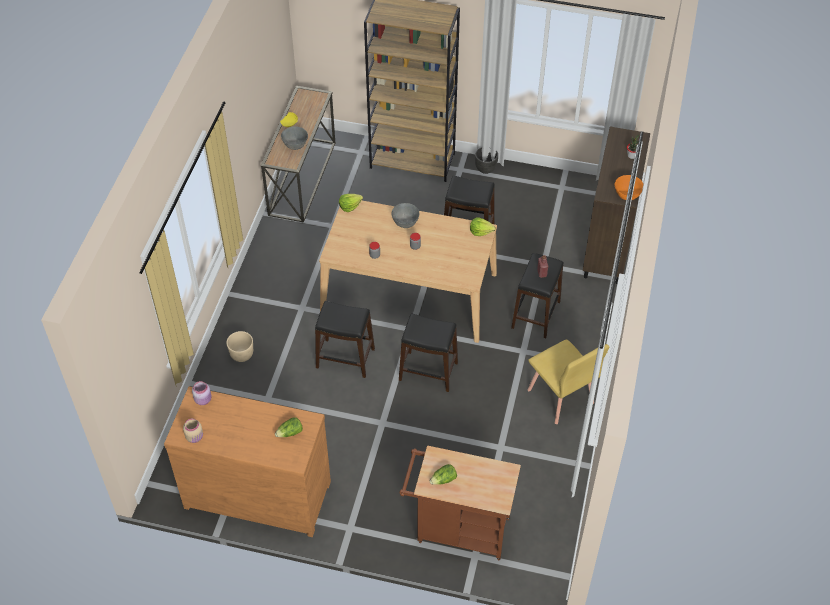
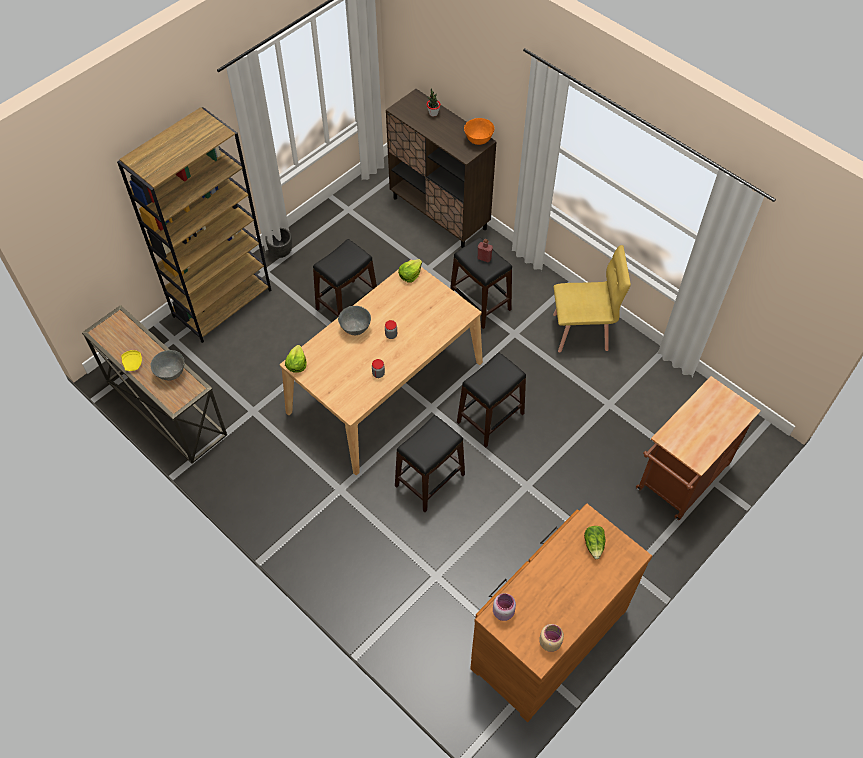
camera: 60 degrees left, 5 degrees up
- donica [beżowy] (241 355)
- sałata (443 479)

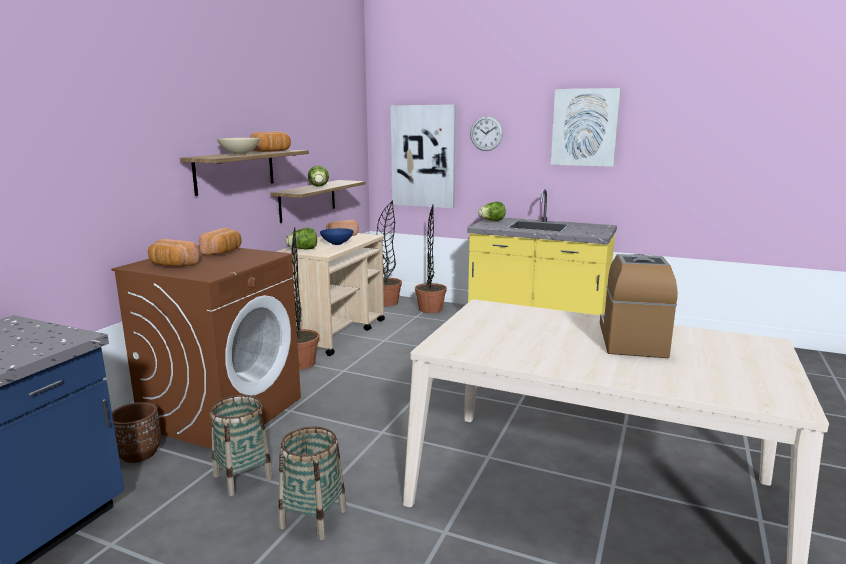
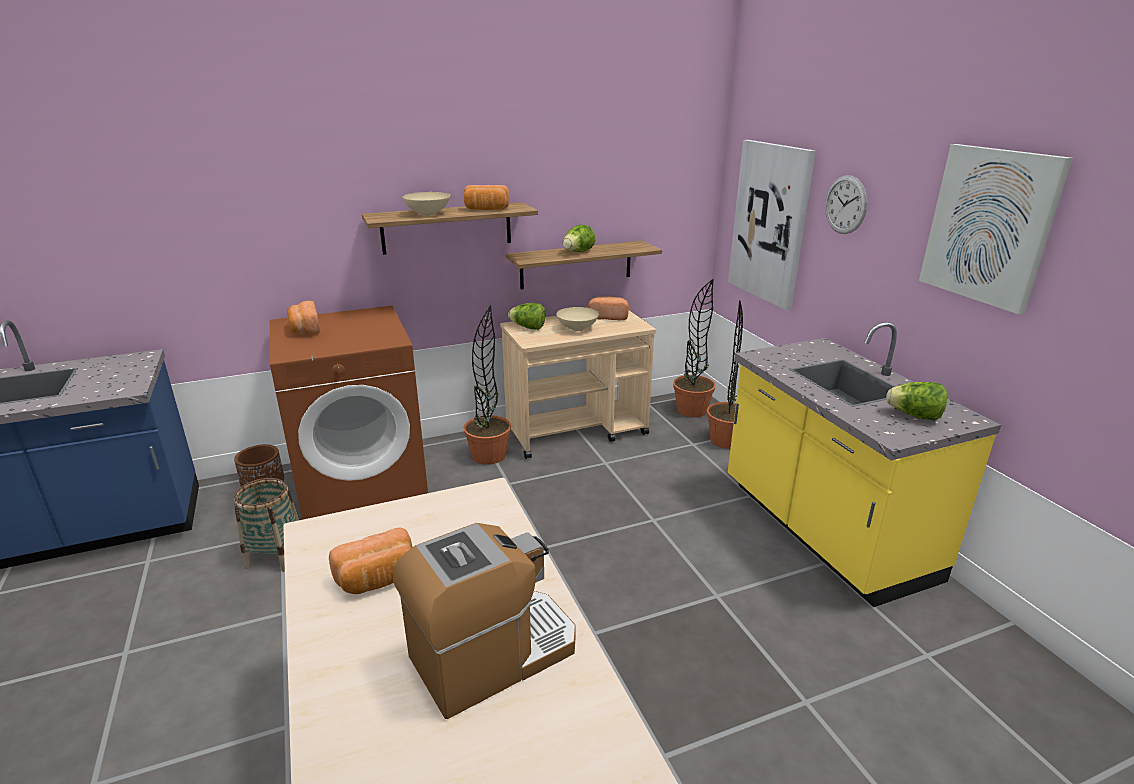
camera: 45 degrees right, 10 degrees up
~ chleb (223 252) to (378 579)
~ miska [niebieski] (337 243) to miska [beżowy] (576 328)
~ sałata (491 220) to (914 416)
- koszyk (313 518)

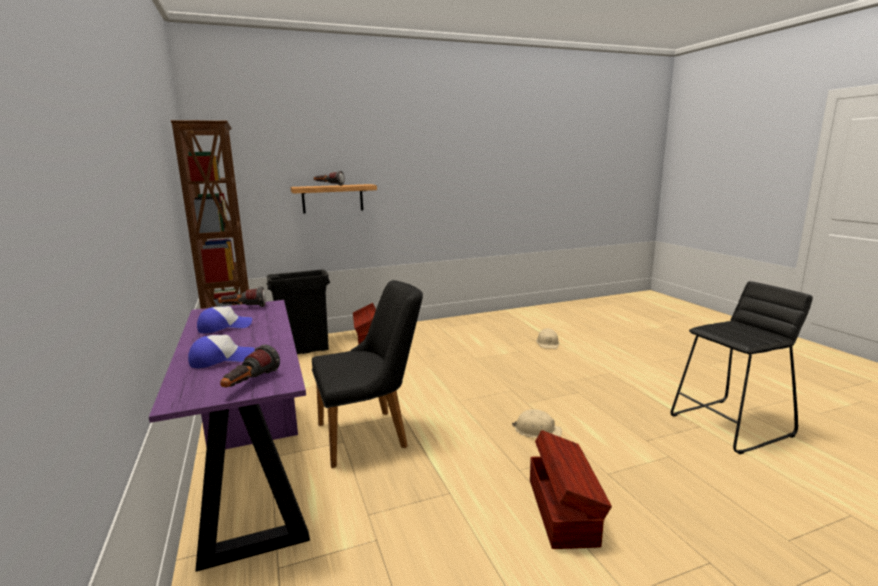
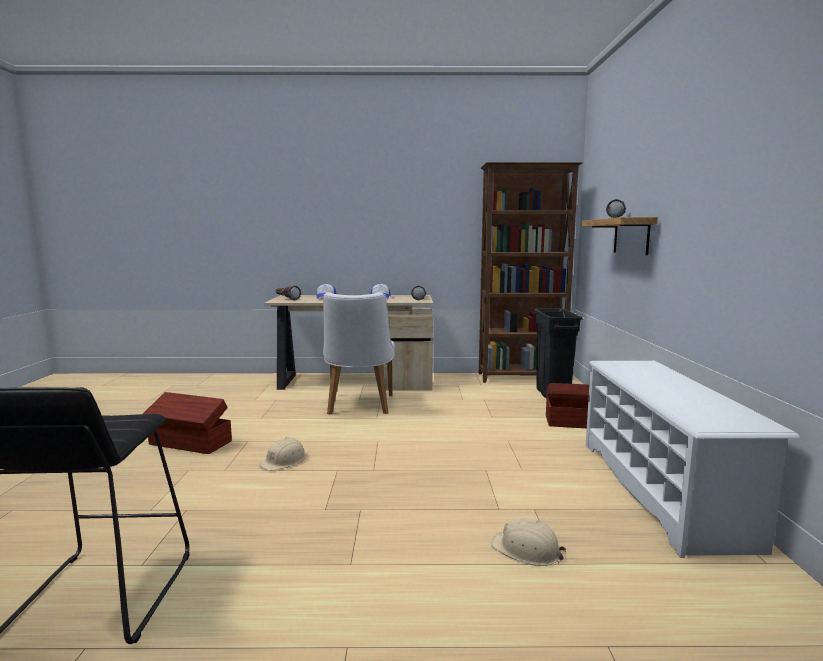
camera: 110 degrees right, 5 degrees down
~ biurko [fioletowy] (252 470) to biurko [beżowy] (354 381)
~ krzesło [czarny] (371 434) to krzesło [biały] (359 406)
+ regał na buty [biały] (660 490)

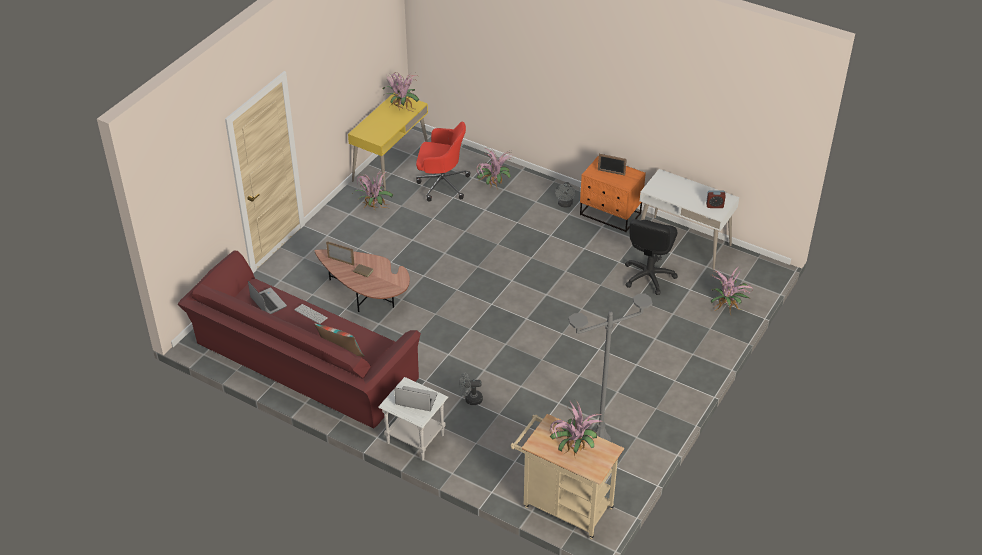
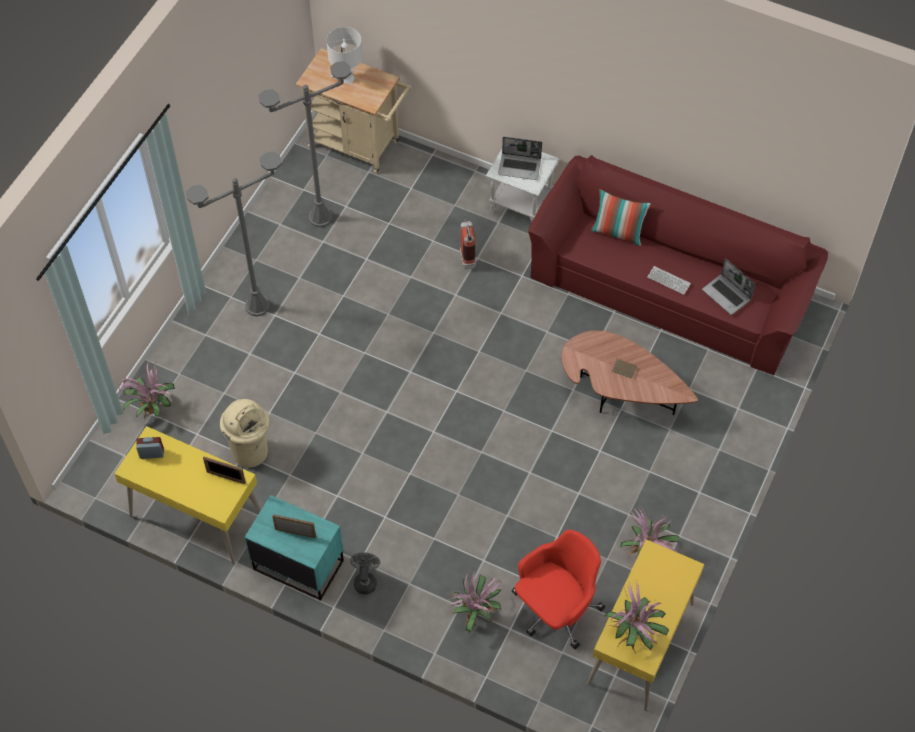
camera: 175 degrees right, 15 degrees up
~ biurko [biały] (683 243) to biurko [żółty] (196 516)
+ lampa stojąca [szary] (257 306)
~ ramka na zdjęcie (341 261) to (226 477)
~ krzesło biurowe [czarny] (648 276) to kosz na śmieci [beżowy] (250 451)
~ szafka nocna [pomarańczowy] (610 215) to szafka nocna [turkusowy] (298 564)
~ roślina doniczkowa (573 449) to lampa stołowa [biały] (347 78)
~ wentylator [szary] (470 399) to gaśnica (467 256)
~ krzesło biurowe [czerwony] (441 184) = (555 610) 135 degrees clockwise

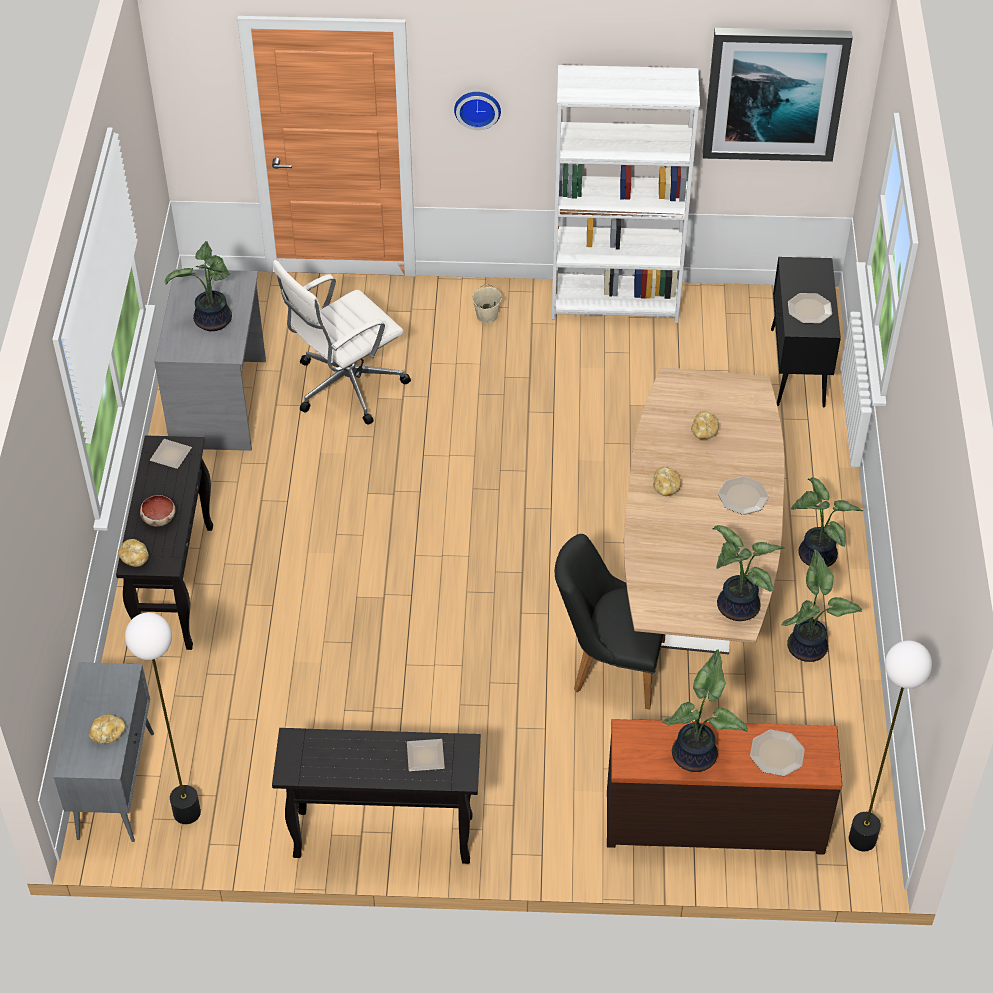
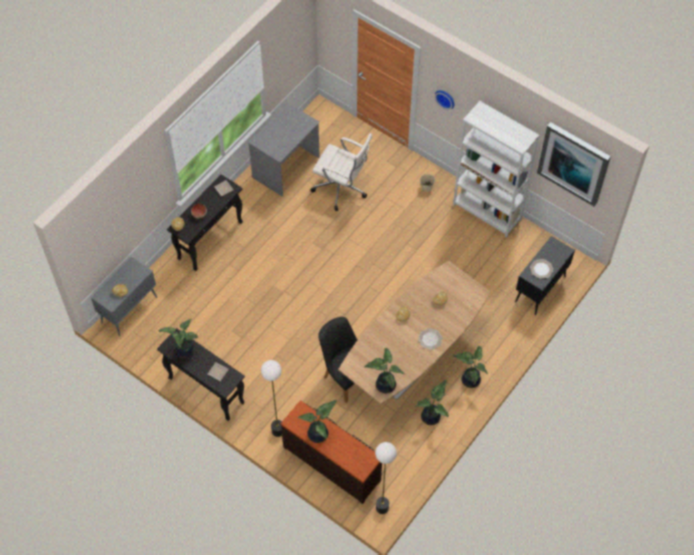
camera: 35 degrees right, 10 degrees up
~ roślina doniczkowa (212 322) to (184 352)
~ lampa stojąca (186 812) to (277 430)
~ krzesło biurowe [biały] (345 386) = (342 188) 150 degrees counterclockwise
- talerz (777 754)

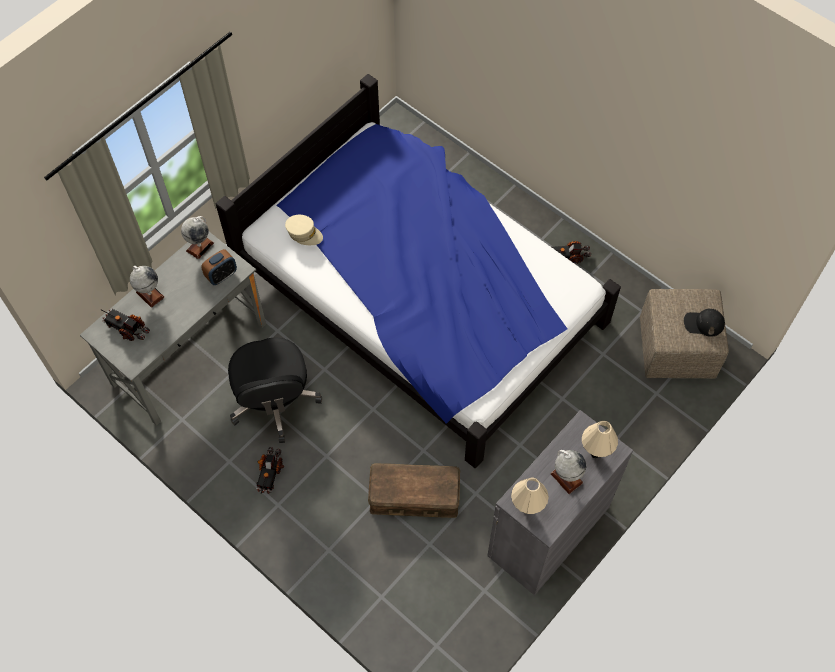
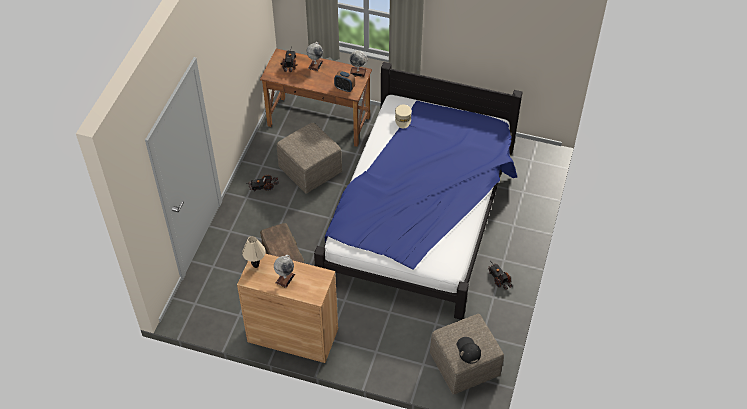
camera: 65 degrees right, 10 degrees down
~ szafka [szary] (548 531) to szafka [brązowy] (293 335)
~ biurko [szary] (189 353) to biurko [brązowy] (319 121)
~ krzesło biurowe [czarny] (274 401) to pufa [beżowy] (309 170)
- lampa stołowa [beżowy] (595 454)

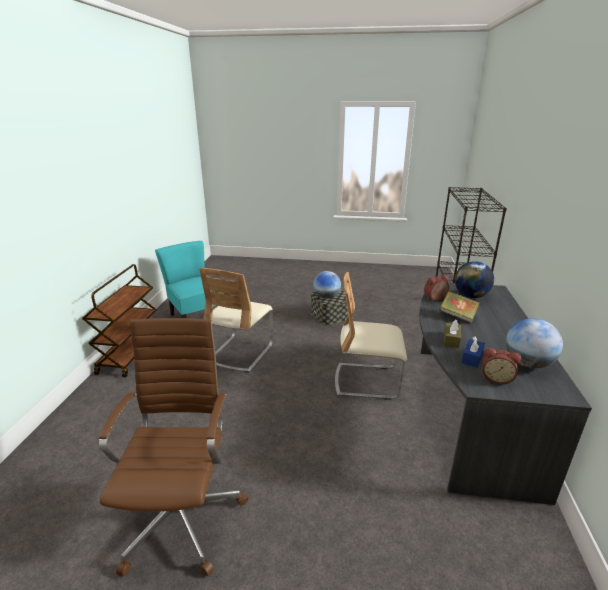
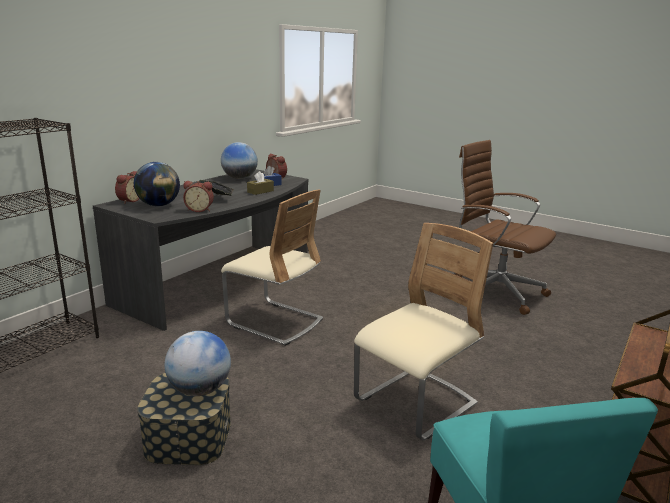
camera: 155 degrees left, 5 degrees down
+ budzik (129 201)
~ krzesło biurowe [brązowy] (182 514) = (494 291) 105 degrees clockwise

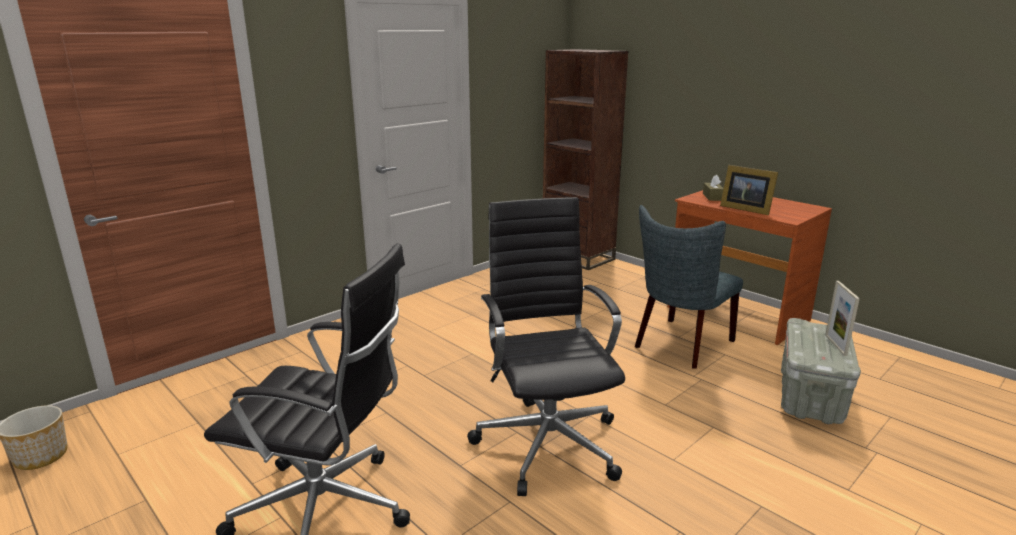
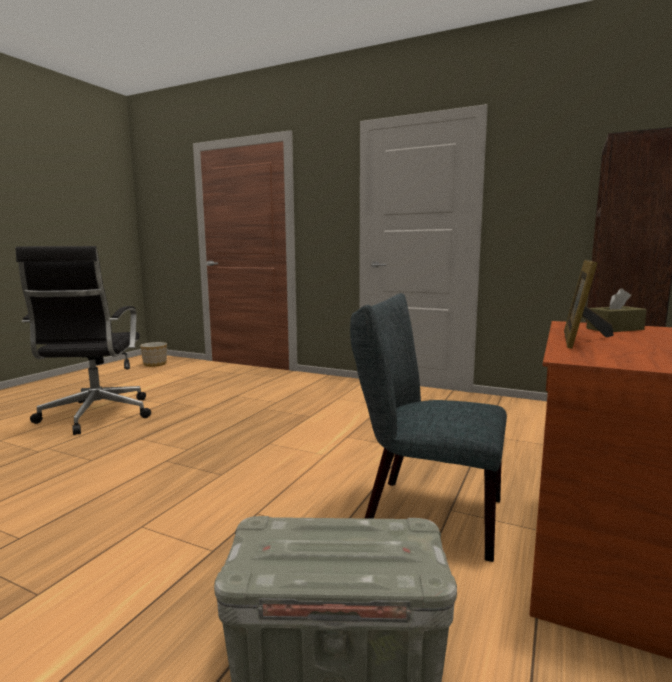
camera: 70 degrees right, 10 degrees down
- krzesło biurowe [czarny] (547 441)
- ramka na zdjęcie (835 345)

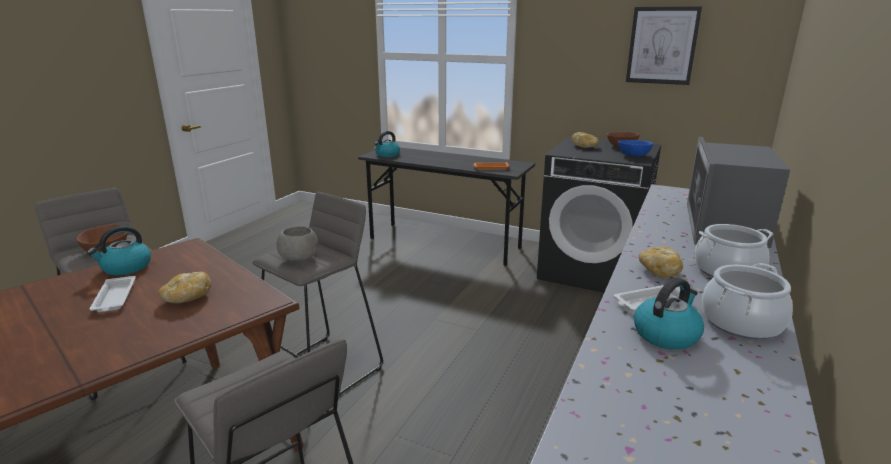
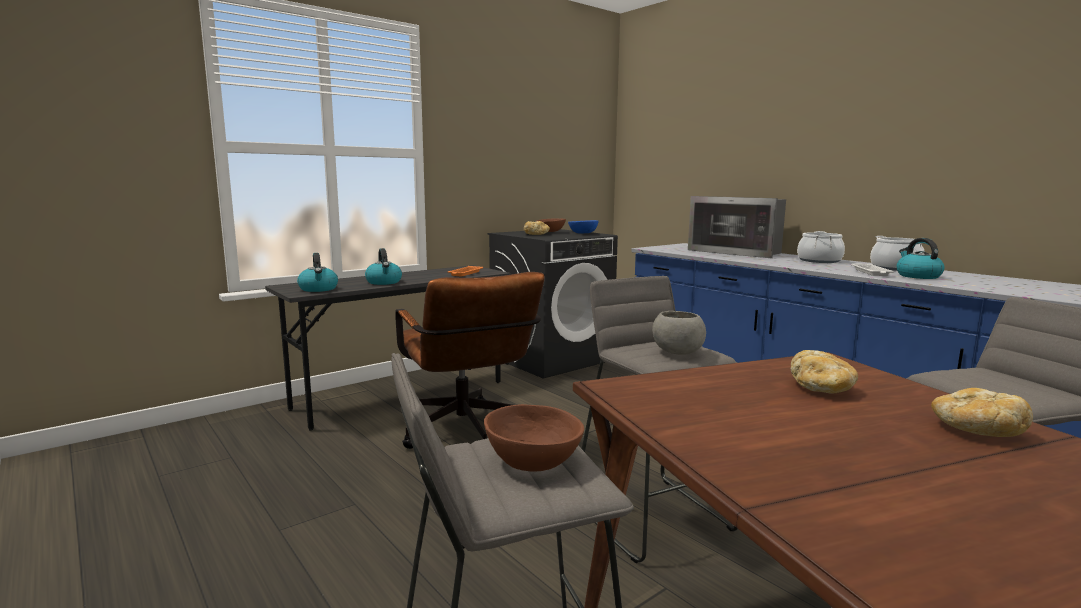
camera: 65 degrees left, 10 degrees down
~ czajnik (126 268) to (384 282)
+ krzesło biurowe [brązowy] (467 434)
~ chleb (659 271) to (976 431)
- taca [biały] (115 298)
- obraz (662 45)

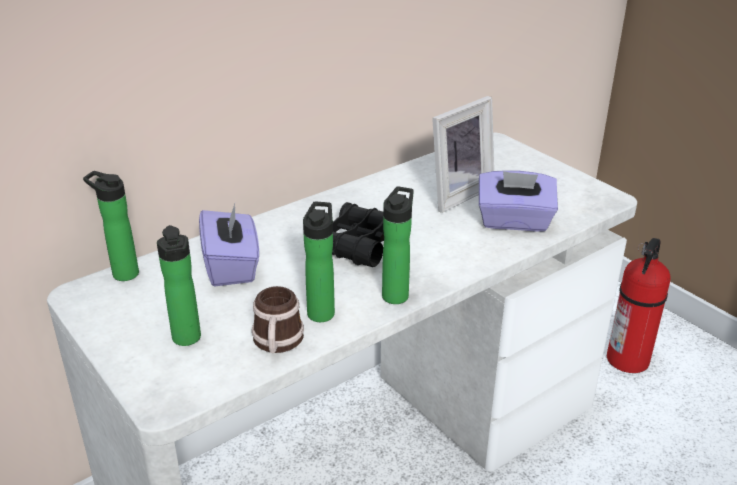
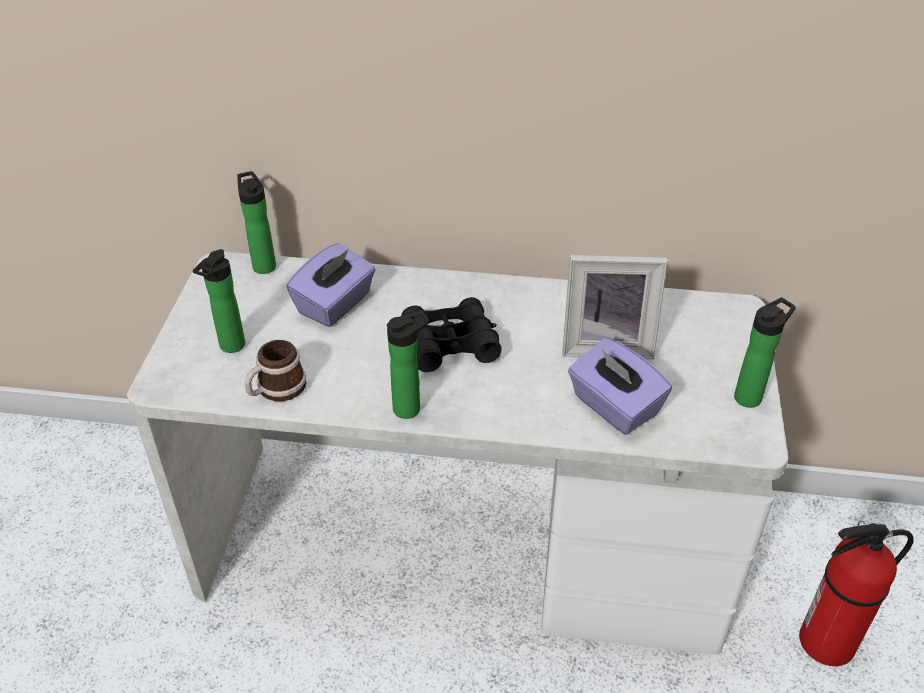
camera: 45 degrees right, 10 degrees up
~ butelka (321 311) to (750 396)

